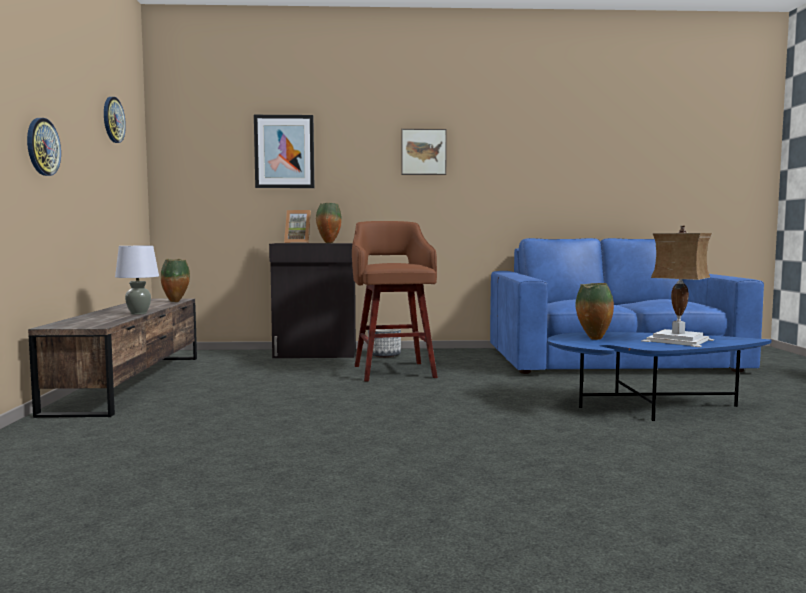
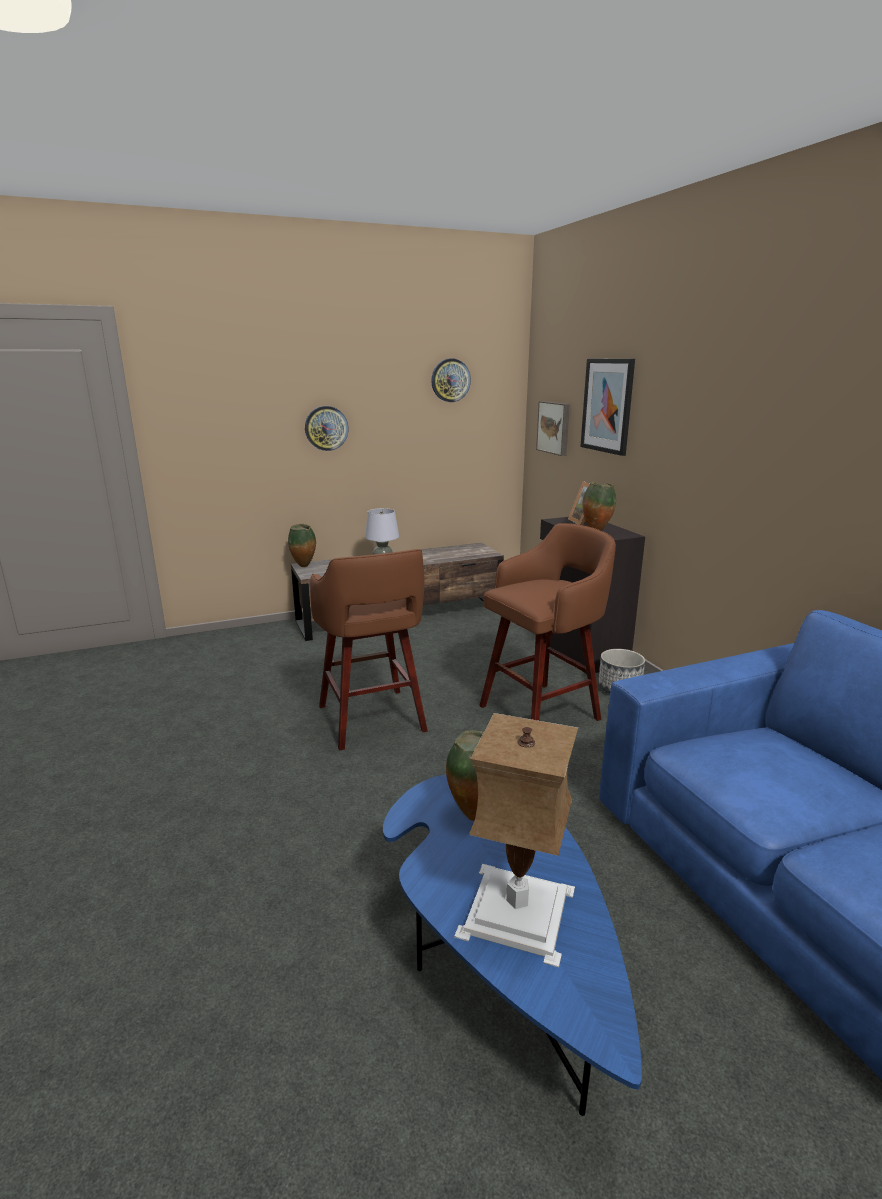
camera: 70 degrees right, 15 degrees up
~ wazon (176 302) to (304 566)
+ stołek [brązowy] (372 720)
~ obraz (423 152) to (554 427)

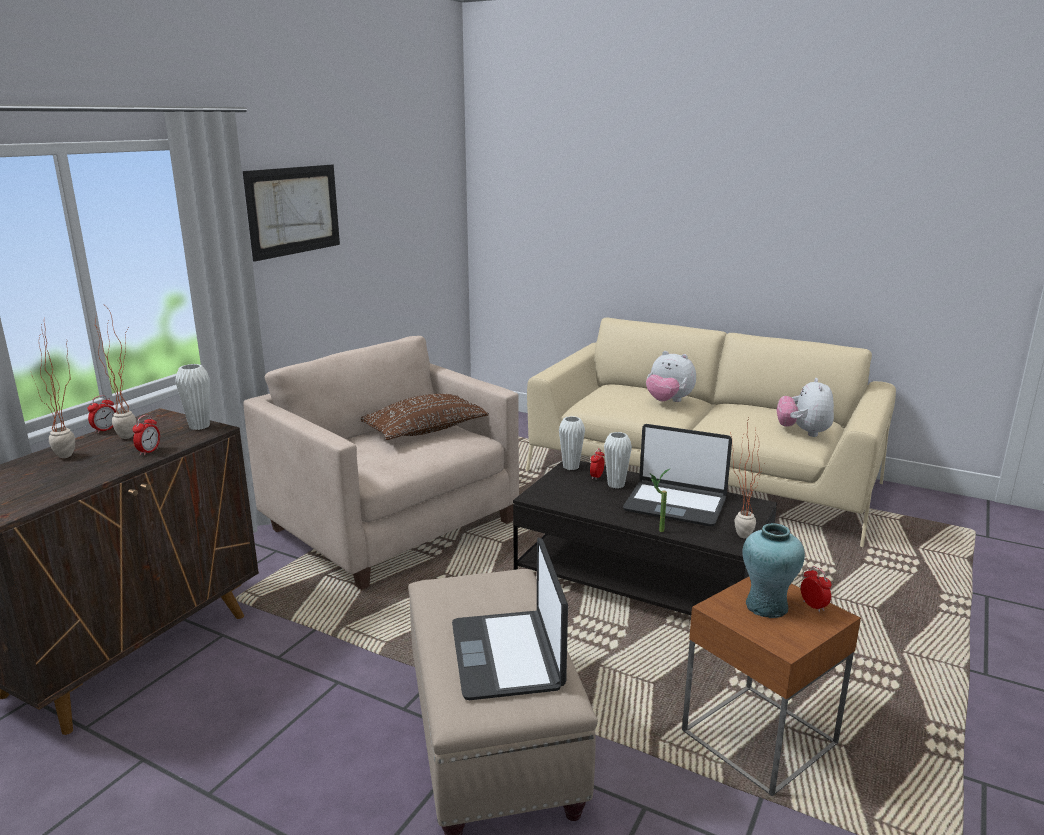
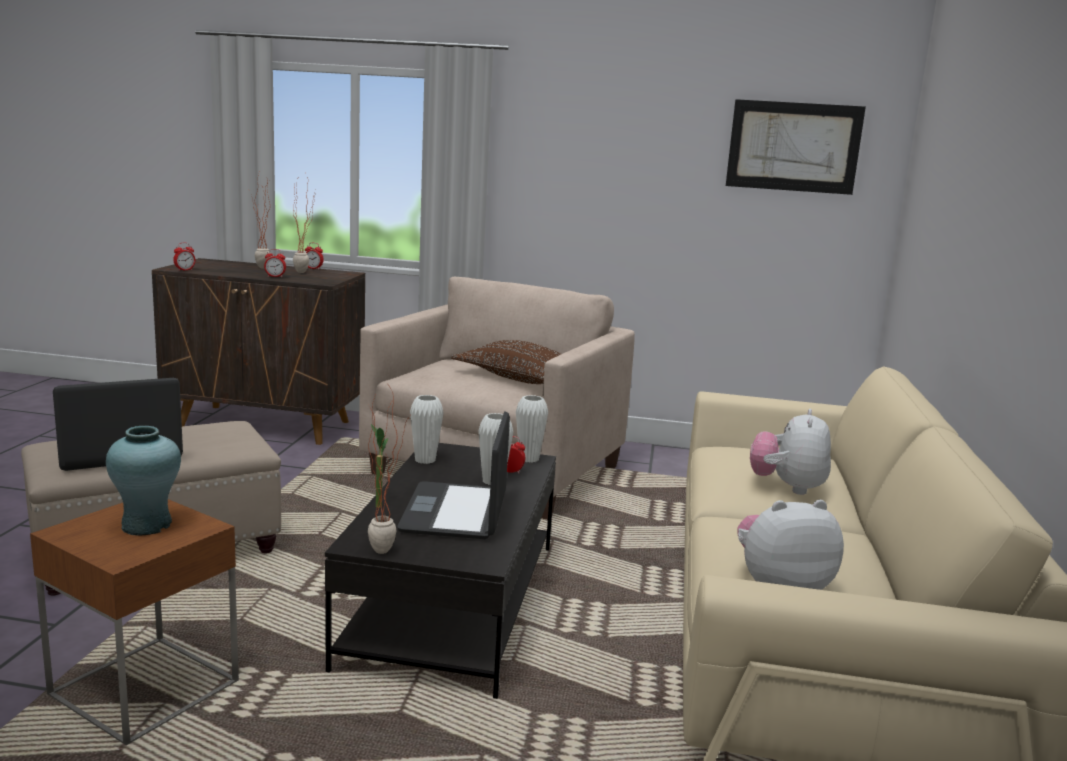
camera: 70 degrees right, 5 degrees down
~ budzik (813 606) to (184 270)
~ wazon [biały] (199 426) to (425 460)
~ obraz (294 210) to (793 147)

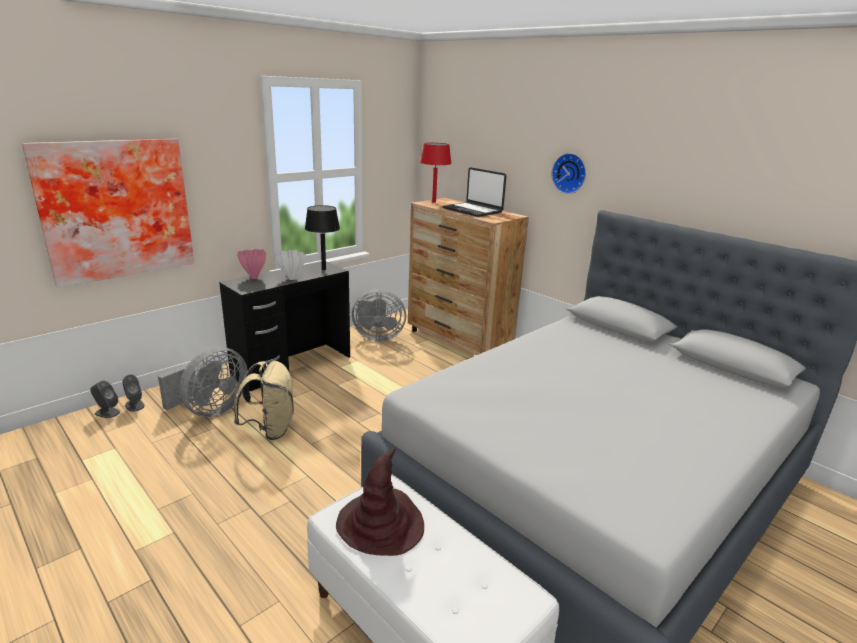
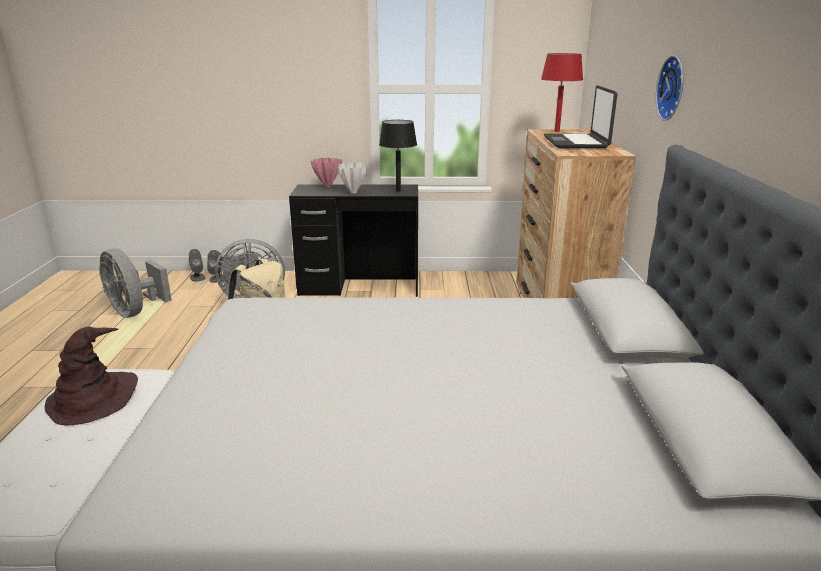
camera: 45 degrees right, 0 degrees up
~ wentylator [szary] (377 337) to (135 311)
- obraz (116 209)

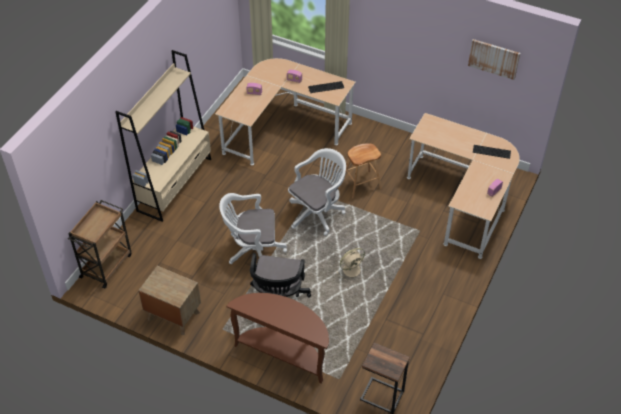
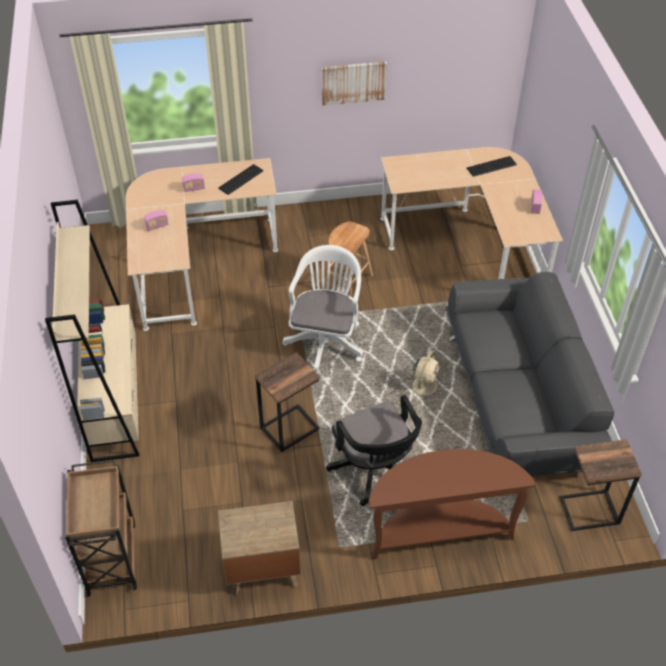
camera: 35 degrees left, 0 degrees up
~ krzesło biurowe [biały] (252 250) to stolik (289 428)
~ obraz (494 58) to (353 82)
+ kanapa [szary] (518 398)

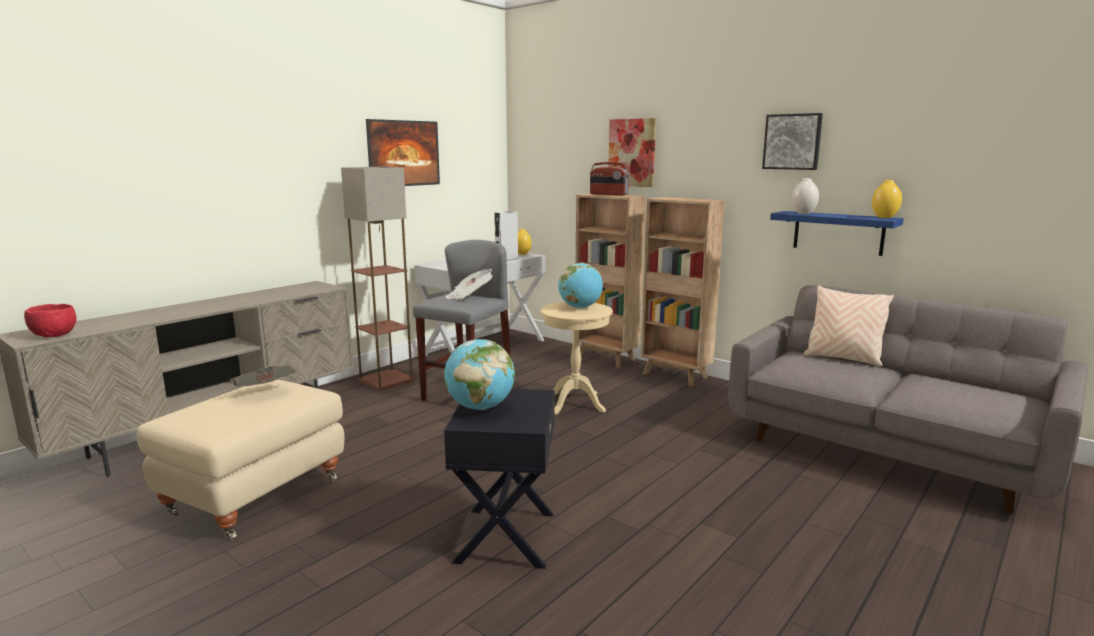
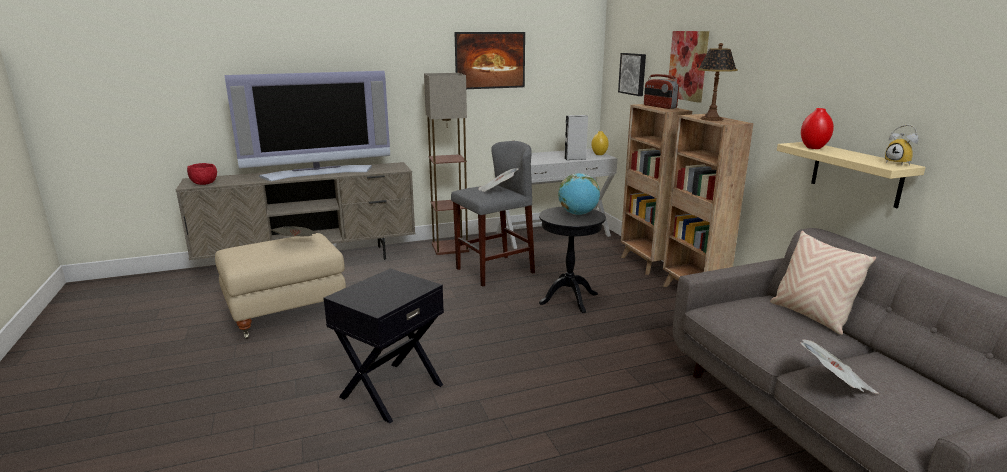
camera: 30 degrees right, 5 degrees up
+ telewizor (318 172)
~ stolik [beżowy] (575 403) to stolik [czarny] (568 299)
~ obraz (792 142) to (633 74)
+ lampa stołowa (711 119)
~ półka [niebieski] (838 232) to półka [beżowy] (856 174)
+ gazeta (834 383)
~ wazon [biały] (803 213) to wazon [czerwony] (813 147)
~ wazon [żółty] (884 217) to budzik (899 163)
- globus (480 407)

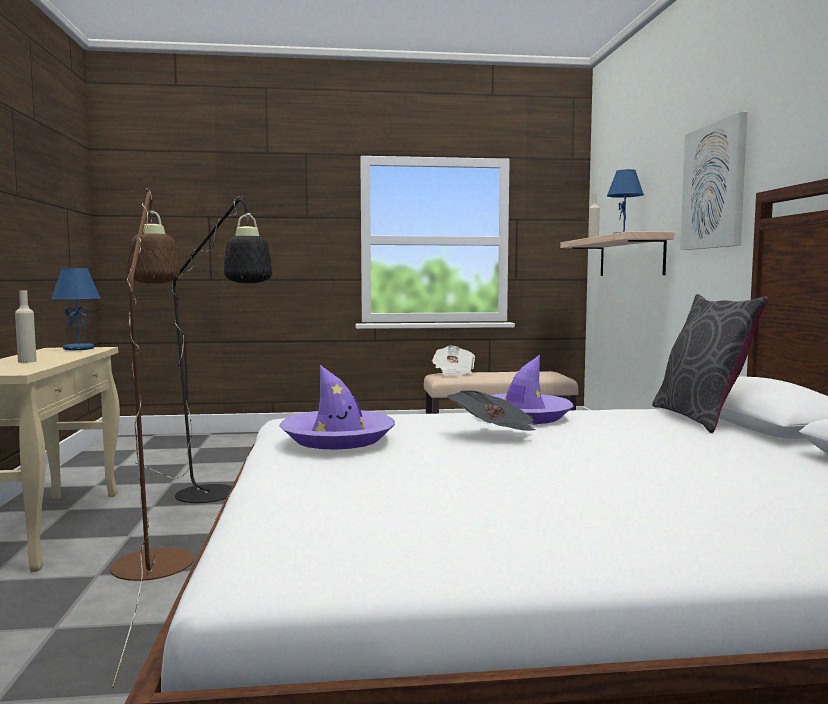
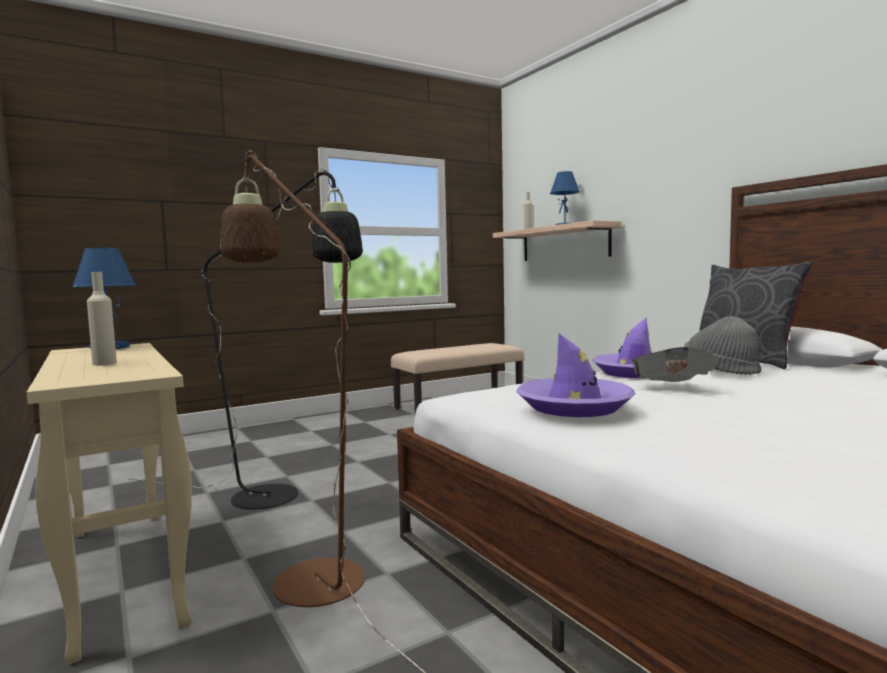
camera: 25 degrees left, 0 degrees up
+ kapelusz [szary] (720 371)
- gazeta (453 373)
- obraz (714 186)

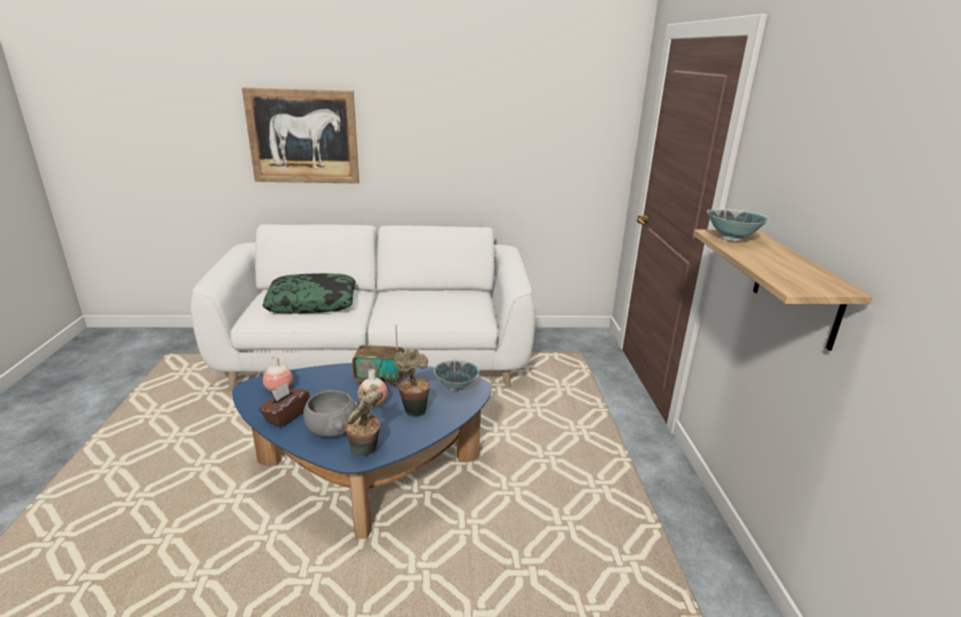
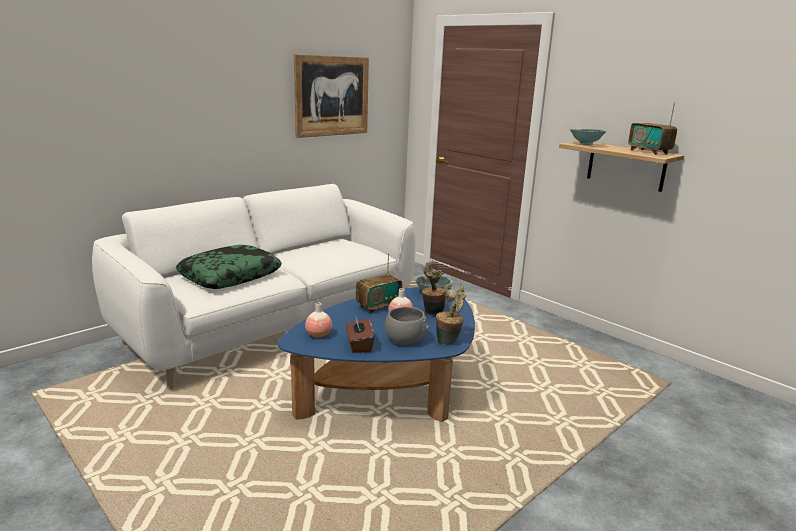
camera: 40 degrees left, 5 degrees down
~ obraz (303 137) to (332 96)
+ radio (649 152)

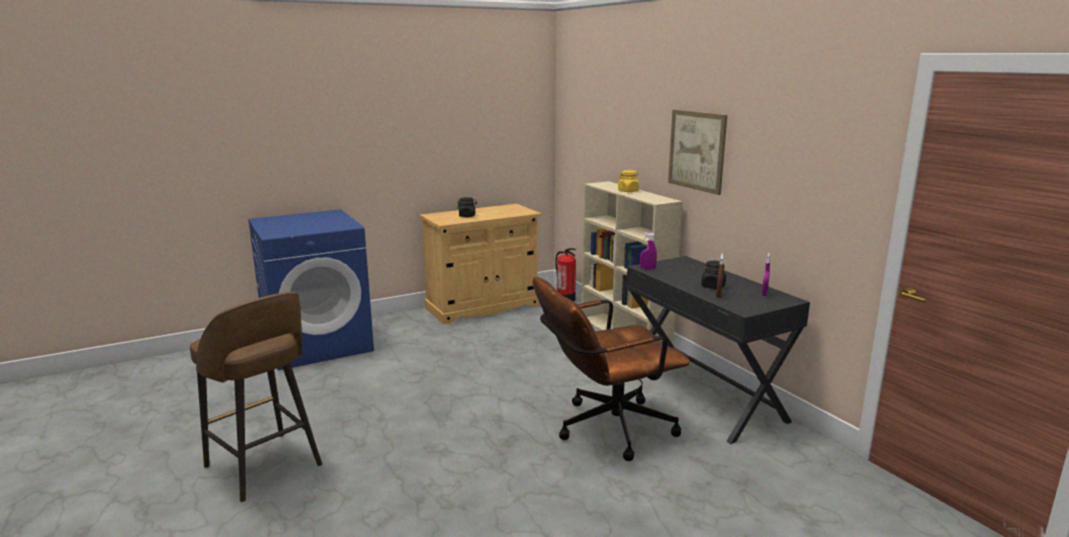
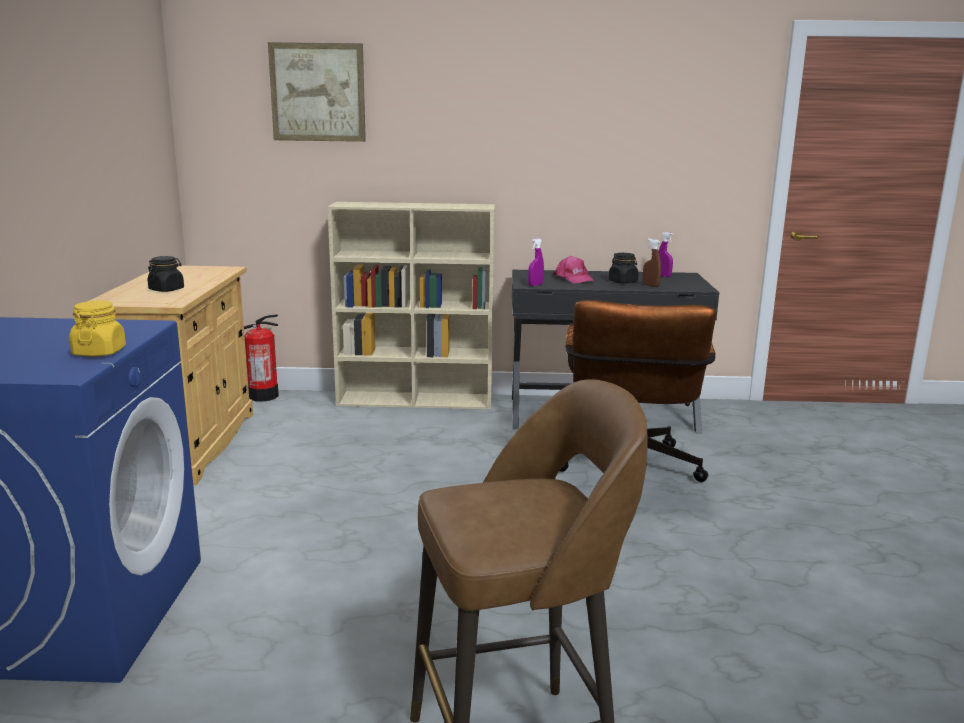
camera: 60 degrees left, 0 degrees up
~ słoik [żółty] (628 191) to (99 352)
~ obraz (696 150) to (317 92)
+ czapka z daszkiem [różowy] (574 279)

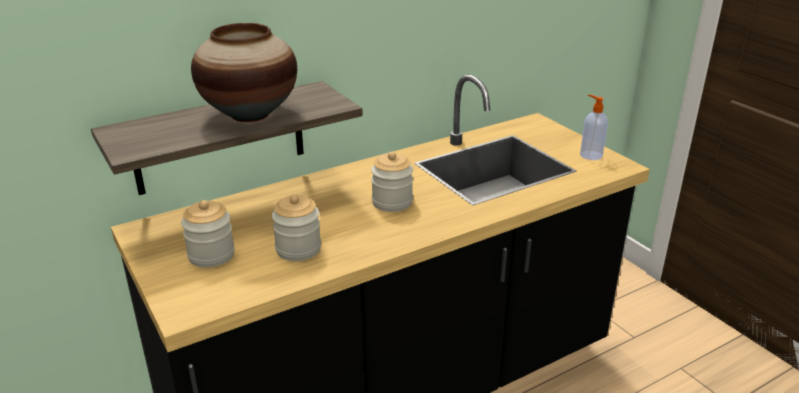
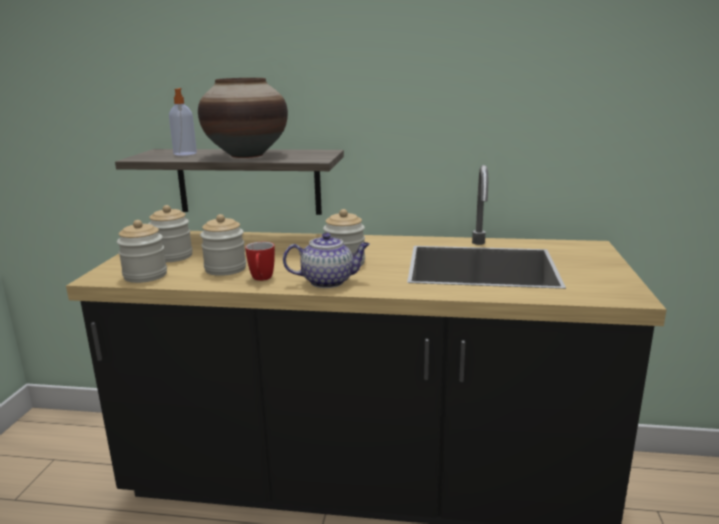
camera: 40 degrees right, 10 degrees down
+ słoik (145 275)
~ dozownik mydła (590 155) to (185 153)
+ kubek (261 279)
+ imbryk (328 281)

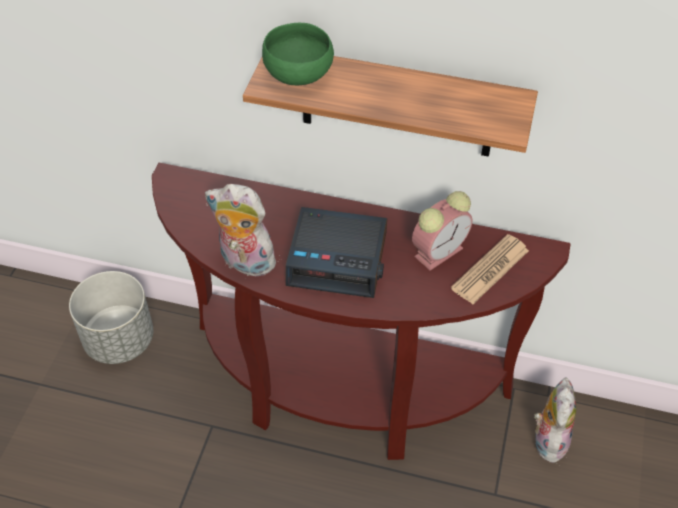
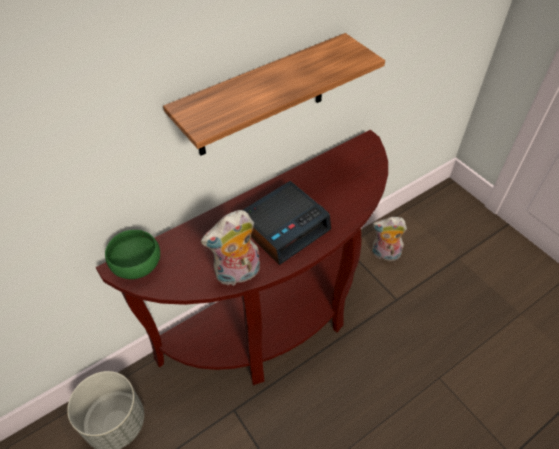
camera: 50 degrees left, 0 degrees up
~ miska [zielony] (299 74) to (137 264)
~ pluszak (548 439) = (384 255) 45 degrees counterclockwise
- budzik (439 251)
- gazeta (490 269)

